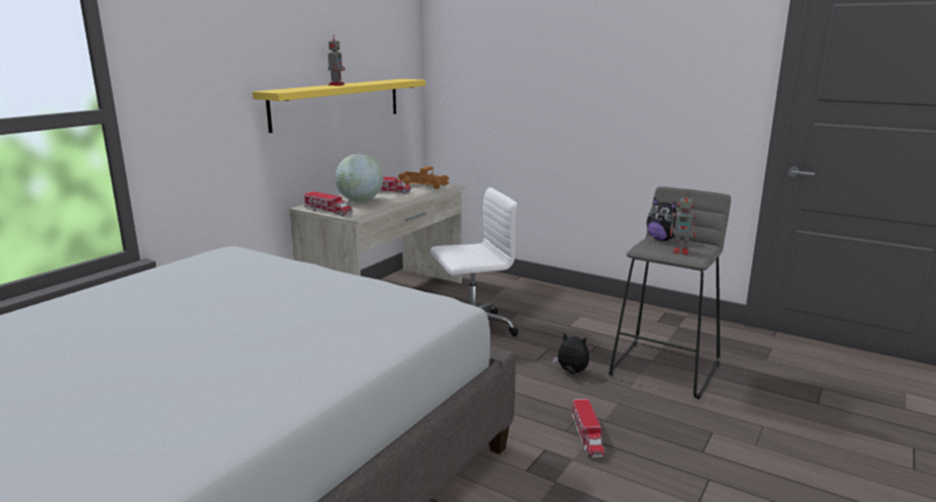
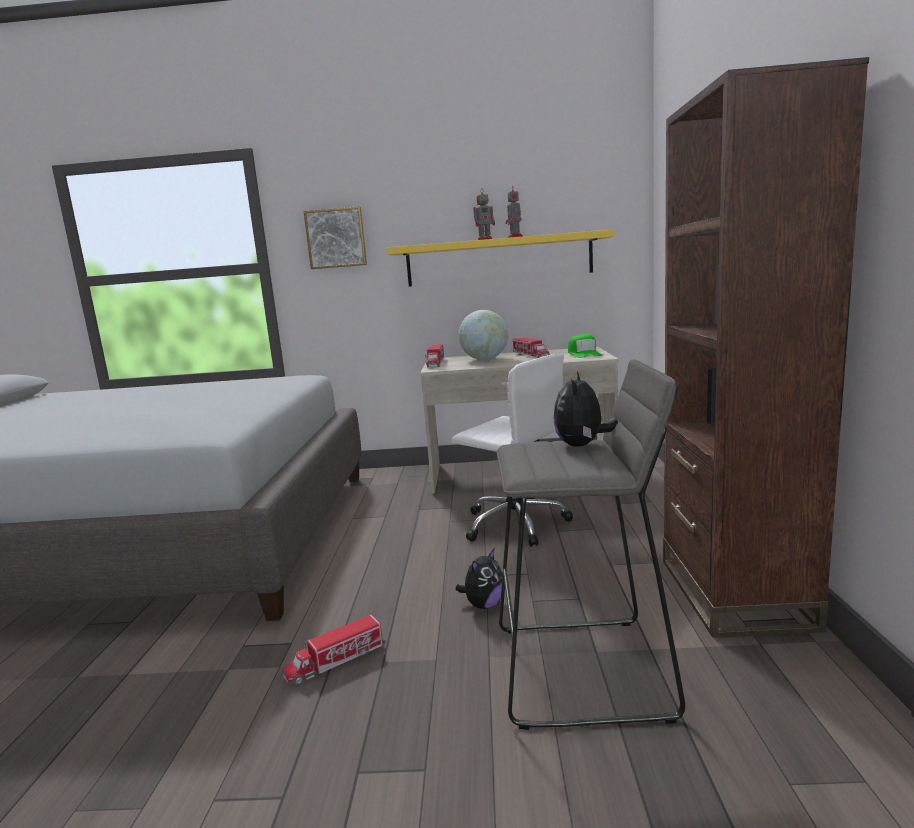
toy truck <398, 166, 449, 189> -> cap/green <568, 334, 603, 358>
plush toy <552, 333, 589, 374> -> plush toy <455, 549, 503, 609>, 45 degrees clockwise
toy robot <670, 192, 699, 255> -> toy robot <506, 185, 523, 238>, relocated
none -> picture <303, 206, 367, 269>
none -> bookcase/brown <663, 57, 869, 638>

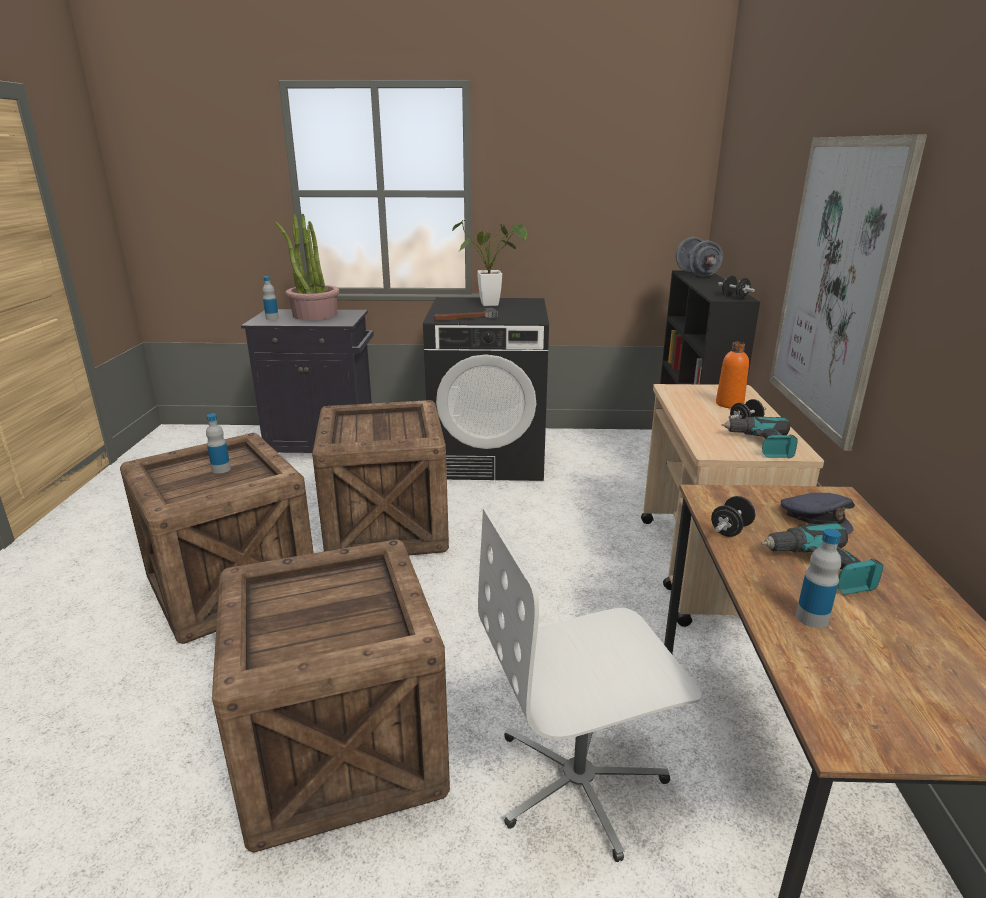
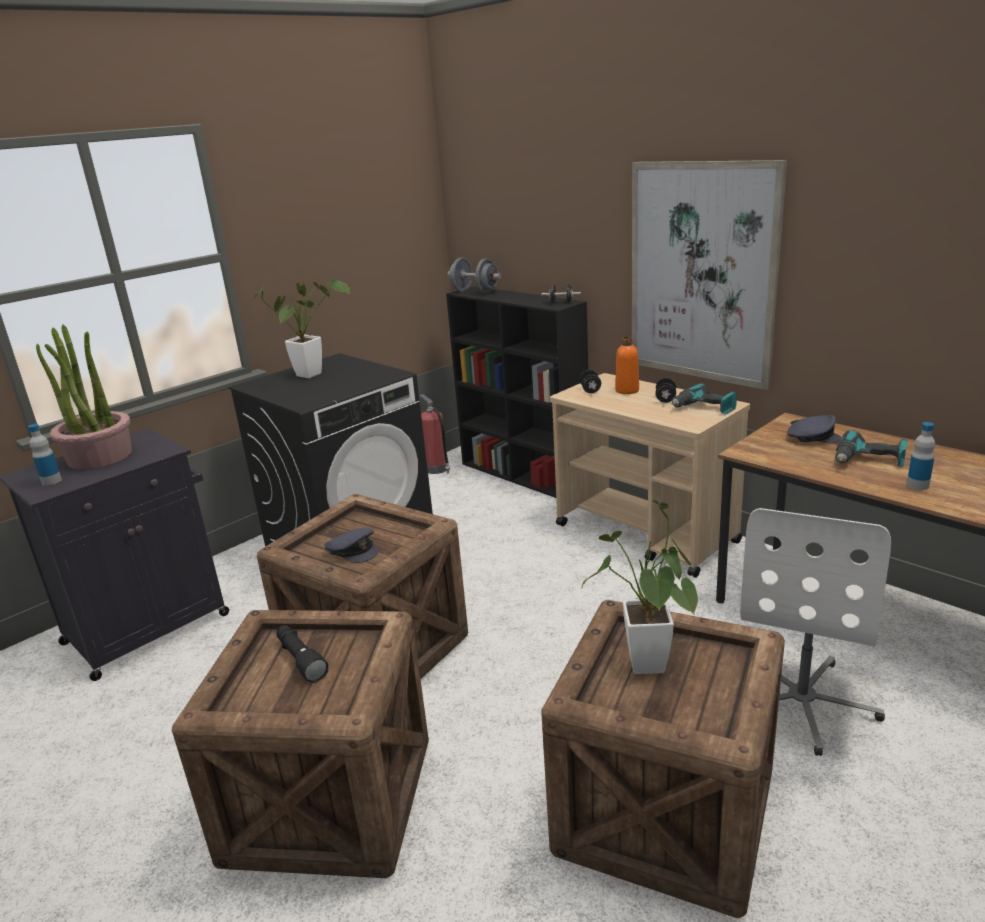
bottle <206, 414, 231, 474> -> flashlight/black <276, 625, 328, 683>
hammer <434, 308, 498, 321> -> none
dumbbell/black <711, 496, 756, 537> -> dumbbell/black <580, 370, 601, 393>, relocated
none -> cap/grey <324, 528, 378, 563>
none -> fire extinguisher <419, 394, 450, 474>
none -> potted plant <581, 500, 698, 674>

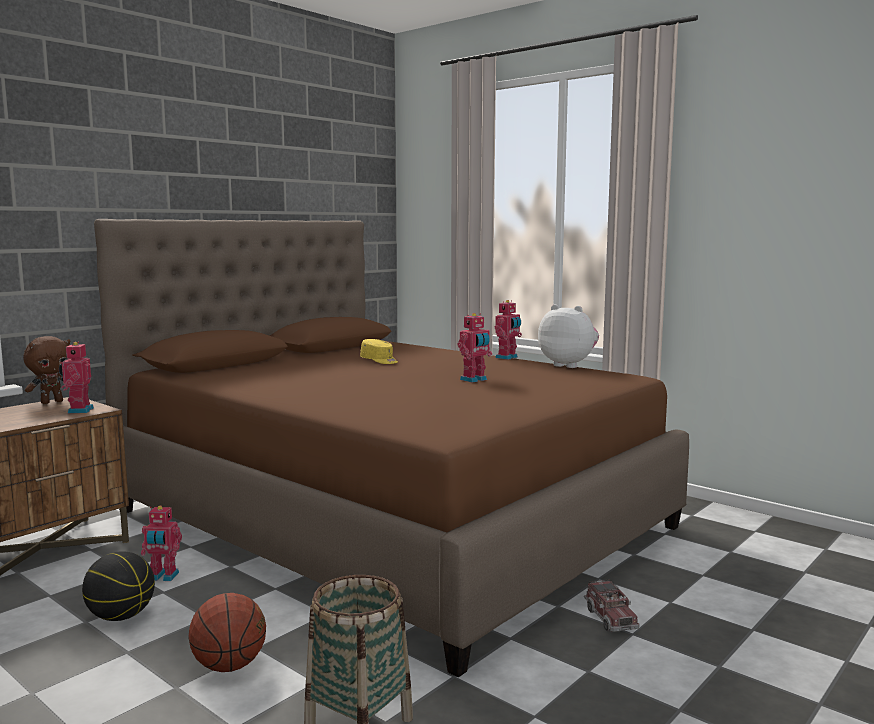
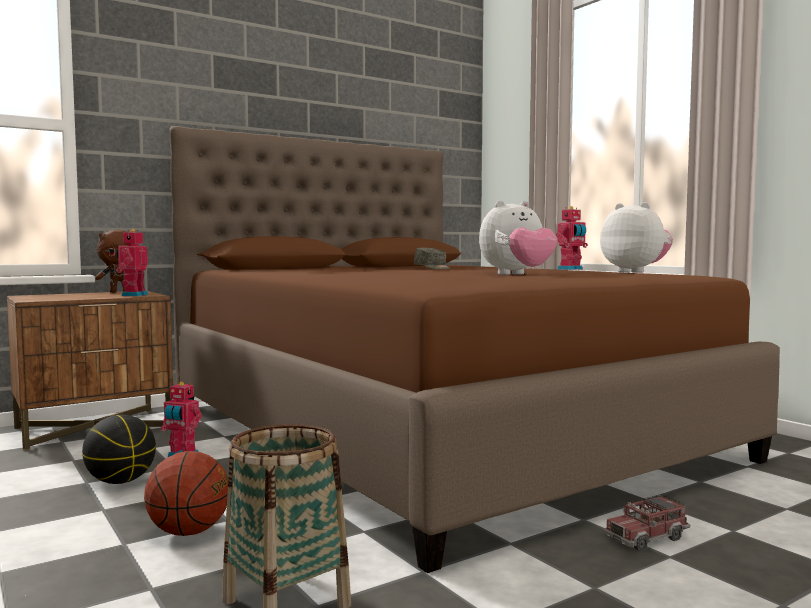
cap/yellow <360, 339, 398, 364> -> cap/grey <414, 248, 450, 270>
toy robot <458, 313, 492, 383> -> plush toy <479, 200, 557, 275>
toy truck <584, 579, 640, 632> -> toy truck <604, 494, 690, 551>, 60 degrees clockwise

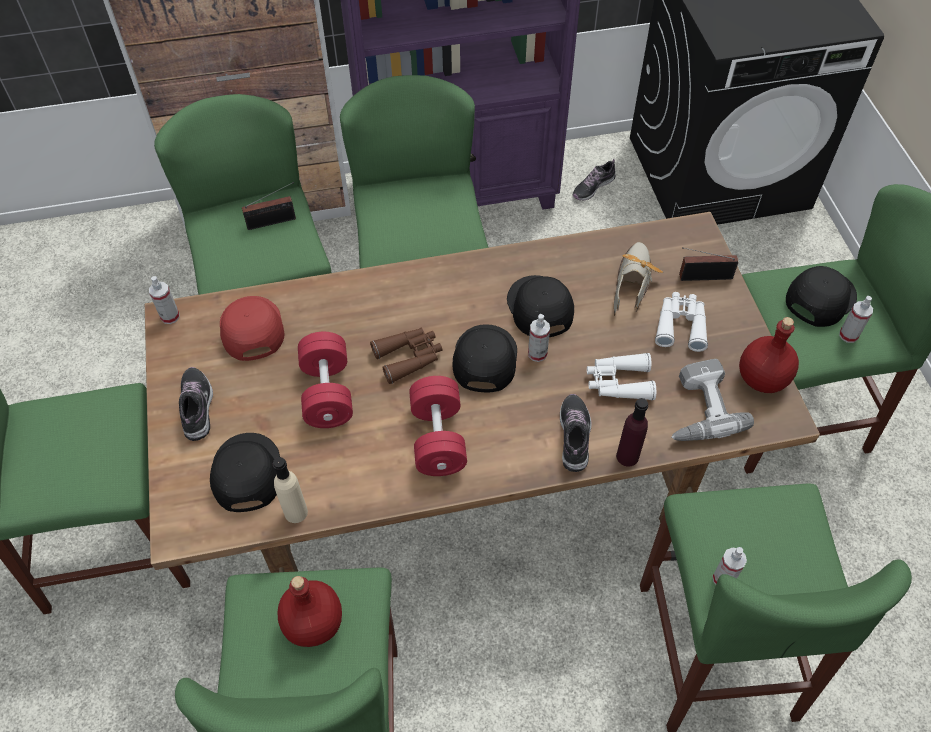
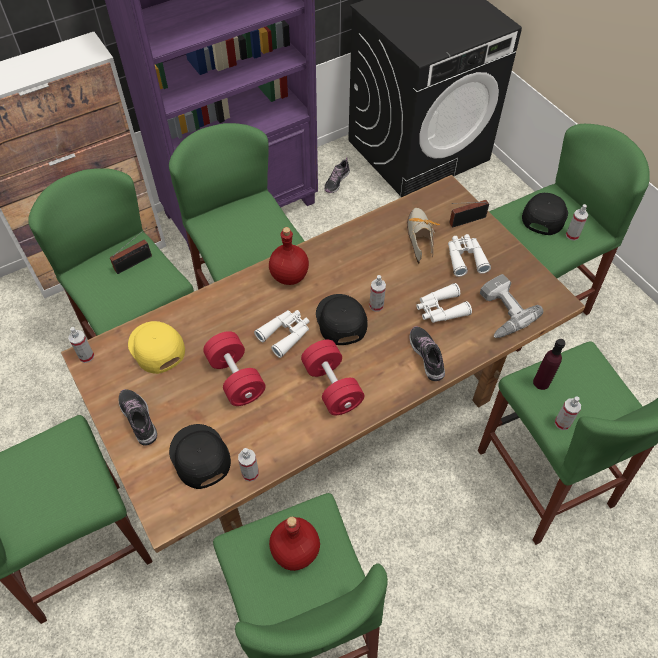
cap/red <220, 296, 284, 361> -> cap/yellow <128, 321, 185, 374>
bottle/beige <273, 457, 308, 523> -> spray bottle <238, 448, 259, 482>
binoculars/brown <370, 328, 443, 384> -> binoculars/white <254, 310, 310, 358>
cap/black <507, 275, 574, 337> -> none
bottle/purple <616, 398, 648, 467> -> bottle/purple <533, 339, 565, 390>, relocated
bottle/red <739, 317, 799, 393> -> bottle/red <269, 227, 309, 285>, relocated

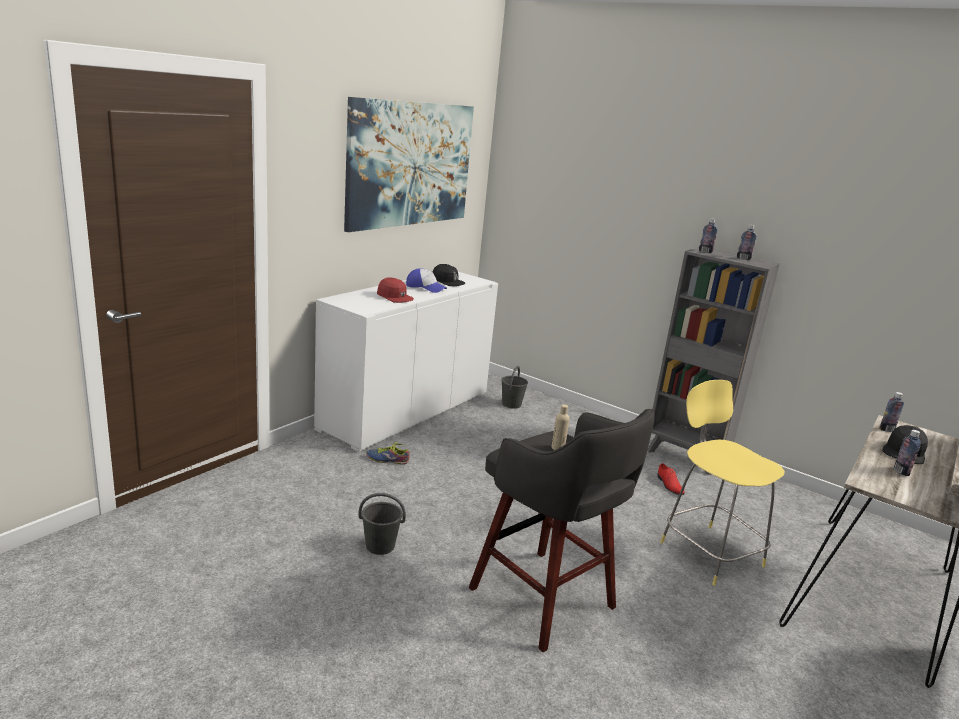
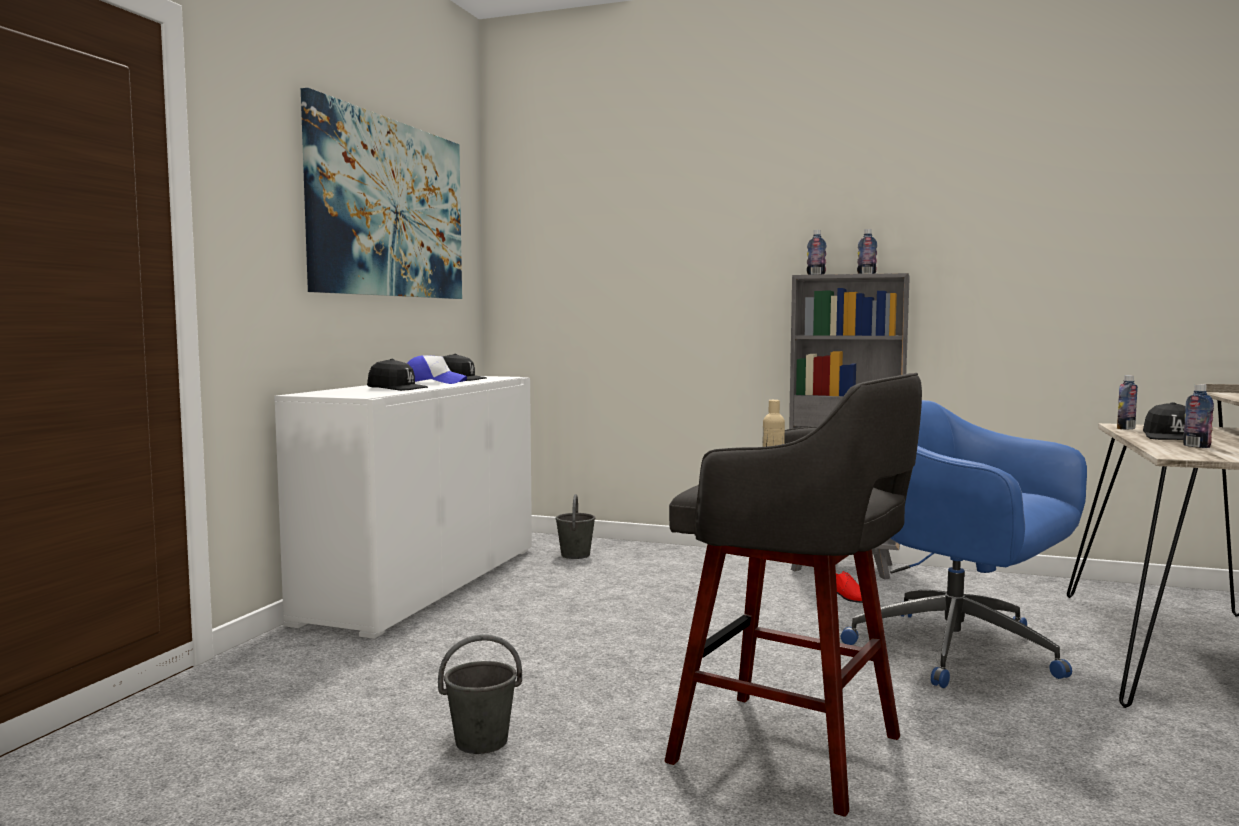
shoe <366, 442, 409, 464> -> none
cap/red <377, 277, 414, 303> -> cap/black <367, 359, 428, 391>
stool/yellow <660, 380, 785, 586> -> office chair/blue <841, 400, 1087, 688>

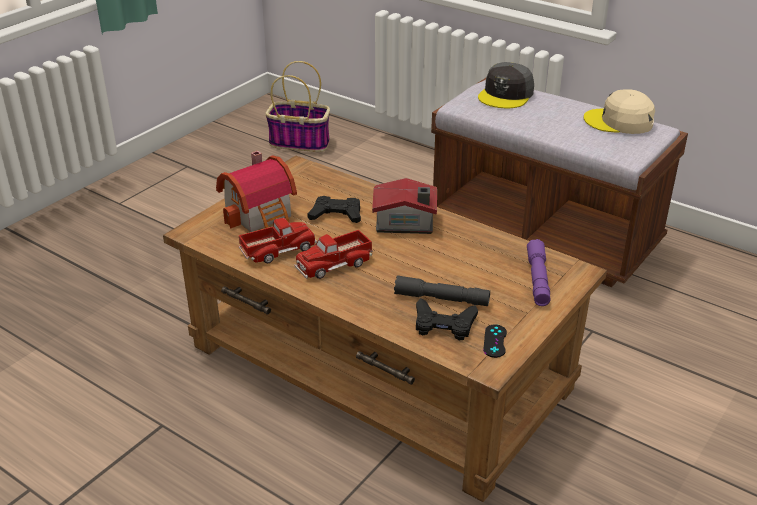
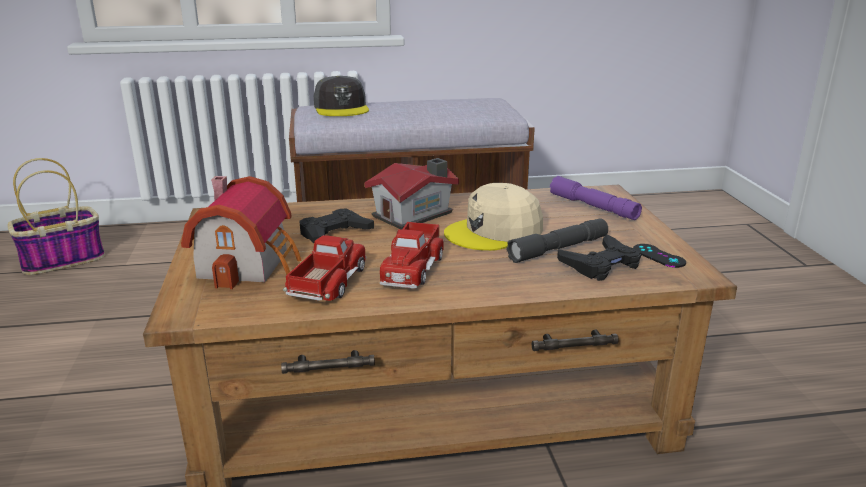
cap/beige <584, 89, 655, 134> -> cap/beige <444, 183, 543, 251>, relocated

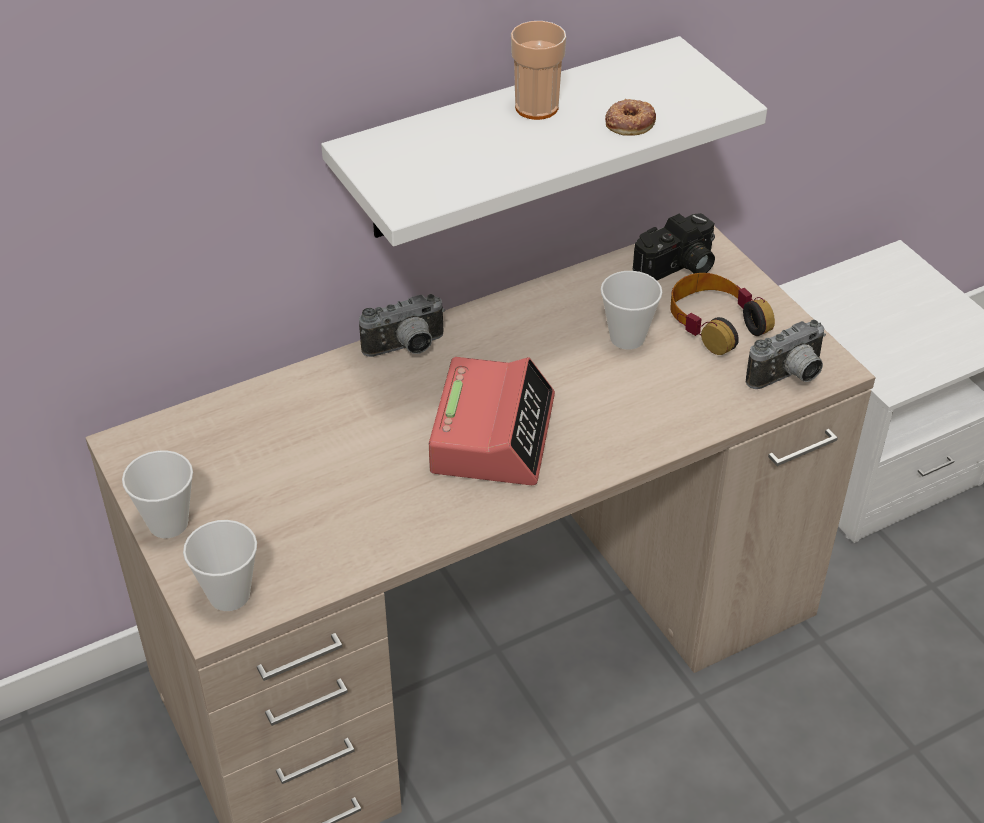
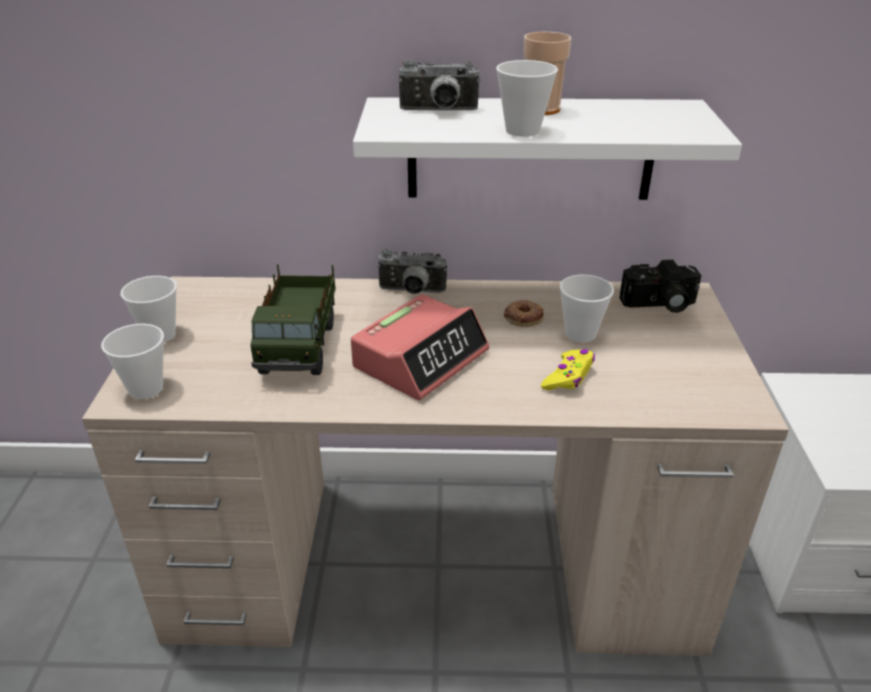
donut <605, 99, 656, 136> -> donut <504, 300, 544, 327>, relocated
headphones <670, 273, 775, 355> -> none
photo camera <746, 319, 826, 389> -> photo camera <398, 60, 480, 110>, relocated
none -> toy truck <250, 264, 336, 375>
none -> cup <496, 60, 558, 137>
none -> game controller/yellow <541, 349, 595, 390>

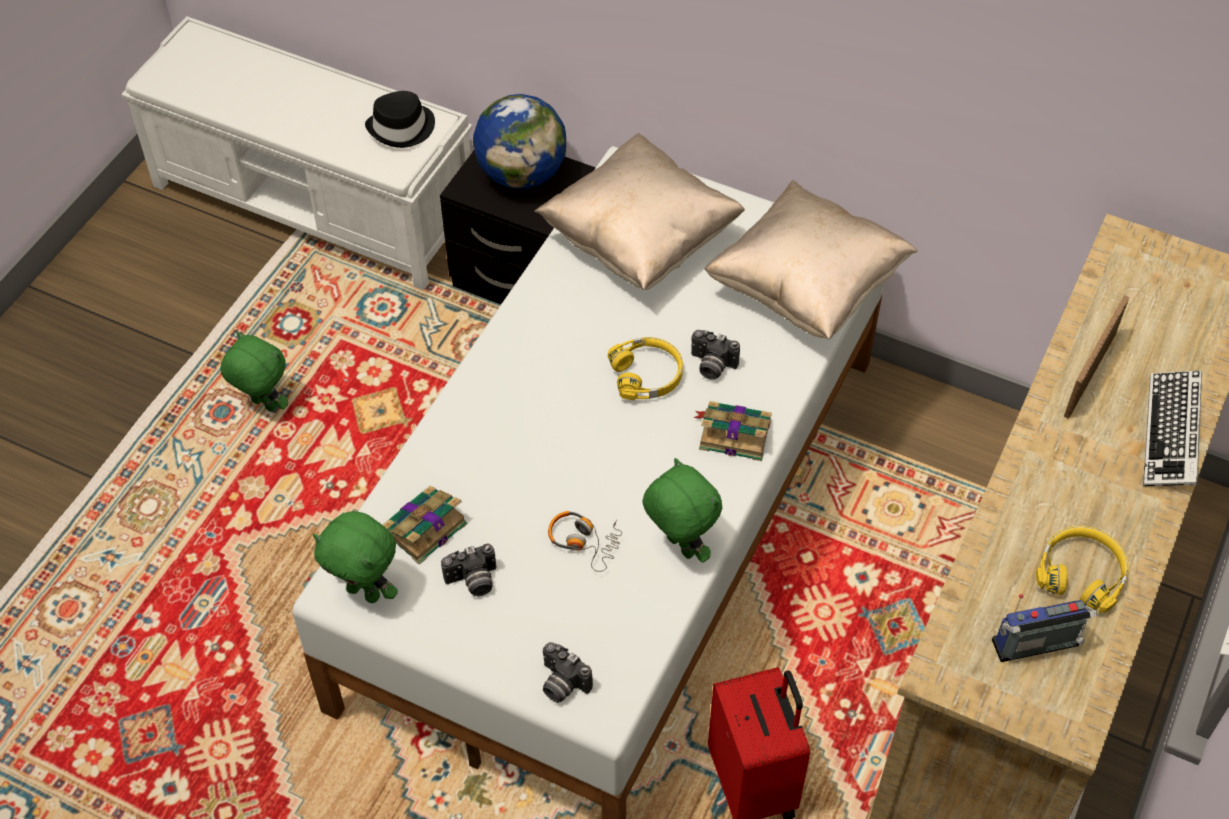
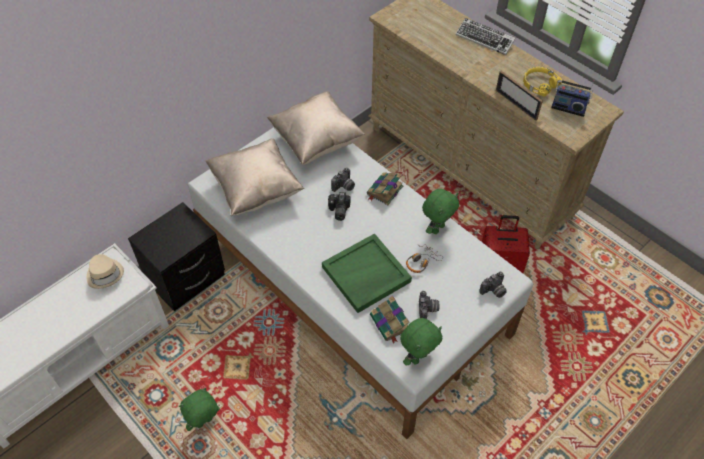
hat/black <365, 91, 435, 148> -> hat/beige <87, 254, 124, 289>
globe <473, 94, 566, 189> -> none
headphones/yellow <608, 337, 683, 400> -> photo camera <328, 192, 350, 221>
plush toy/green <642, 458, 722, 562> -> plush toy/green <422, 189, 459, 234>, 150 degrees clockwise
radio <992, 594, 1098, 662> -> radio <551, 80, 595, 117>, 75 degrees counterclockwise
picture frame <1064, 296, 1129, 419> -> picture frame <496, 71, 543, 121>, relocated
none -> tray/green <322, 233, 412, 313>

